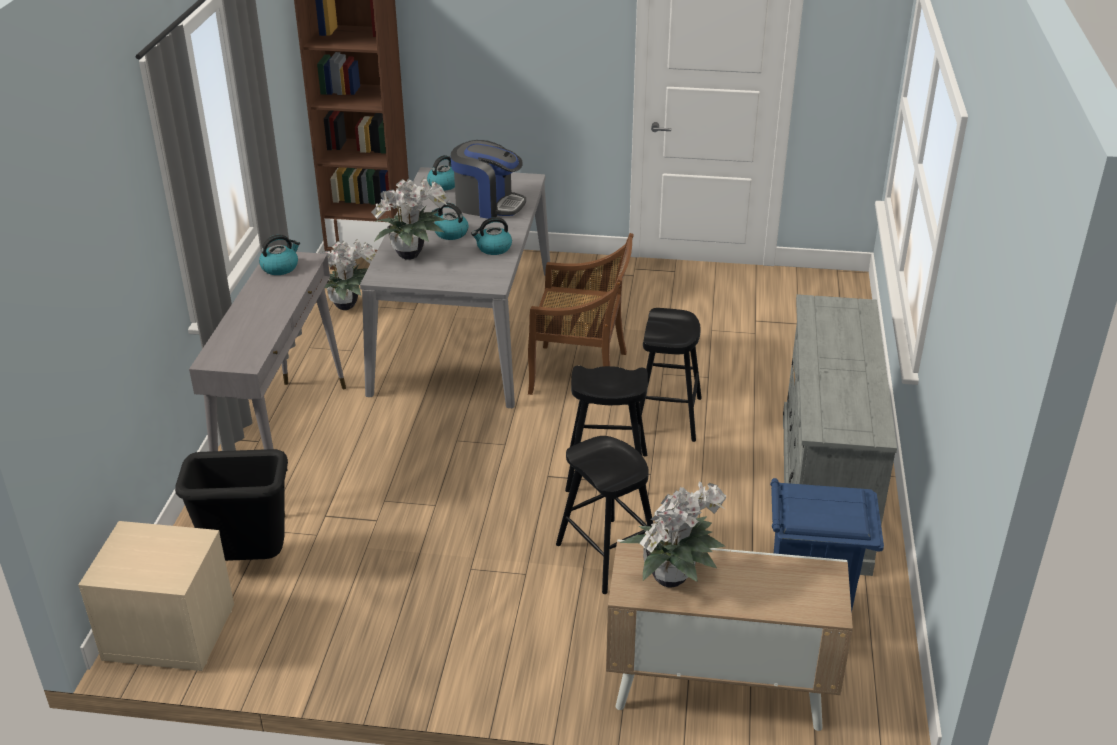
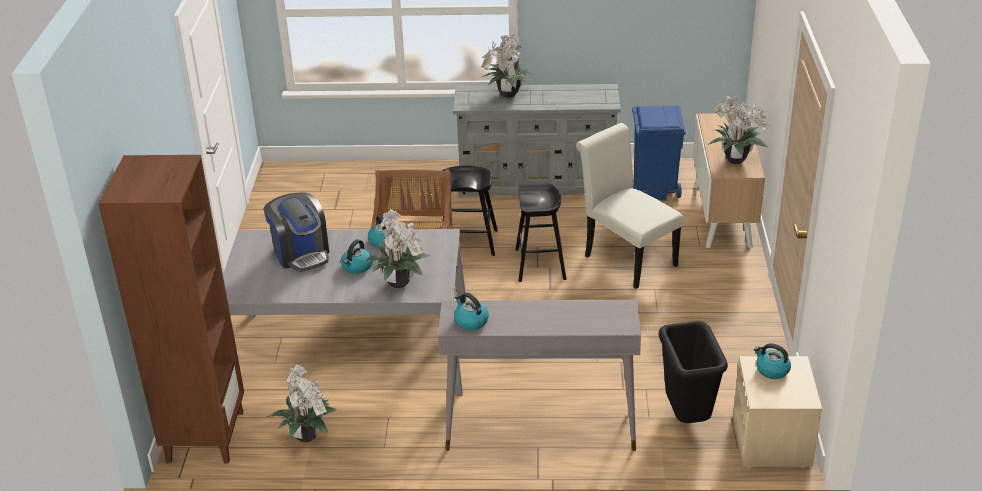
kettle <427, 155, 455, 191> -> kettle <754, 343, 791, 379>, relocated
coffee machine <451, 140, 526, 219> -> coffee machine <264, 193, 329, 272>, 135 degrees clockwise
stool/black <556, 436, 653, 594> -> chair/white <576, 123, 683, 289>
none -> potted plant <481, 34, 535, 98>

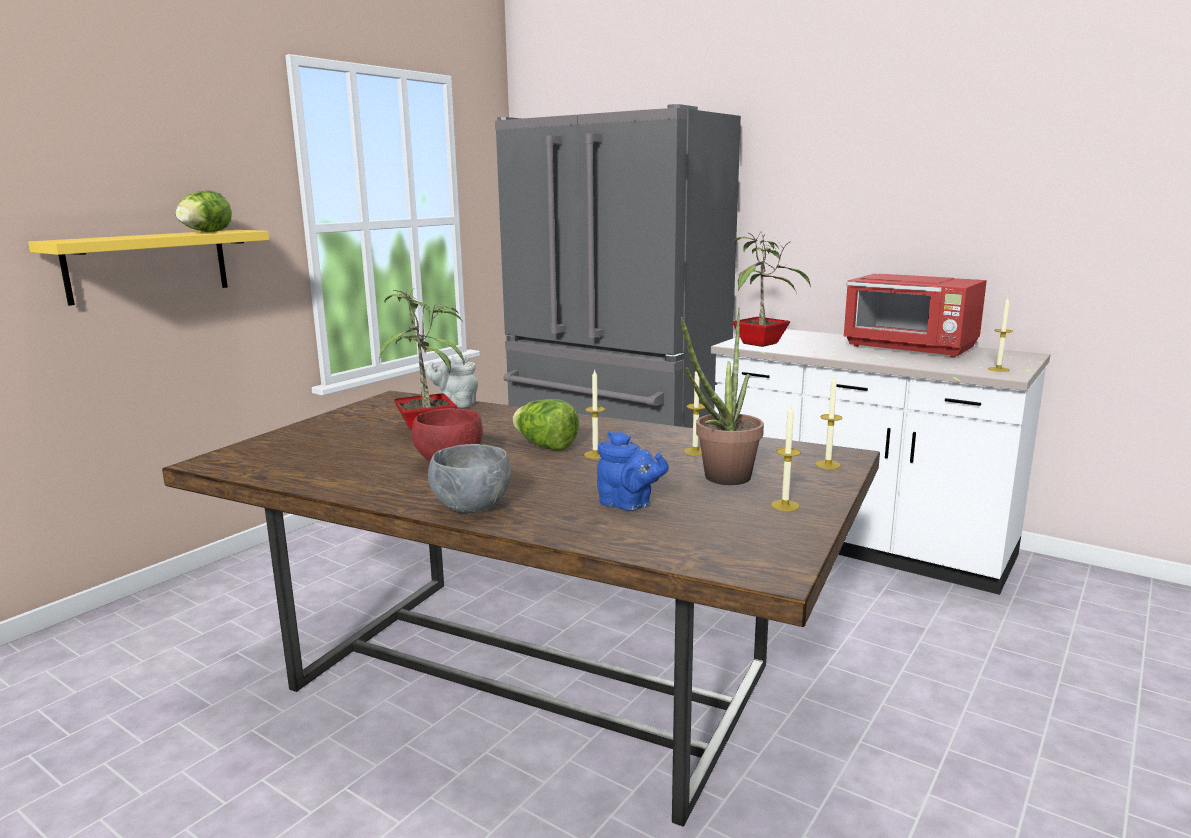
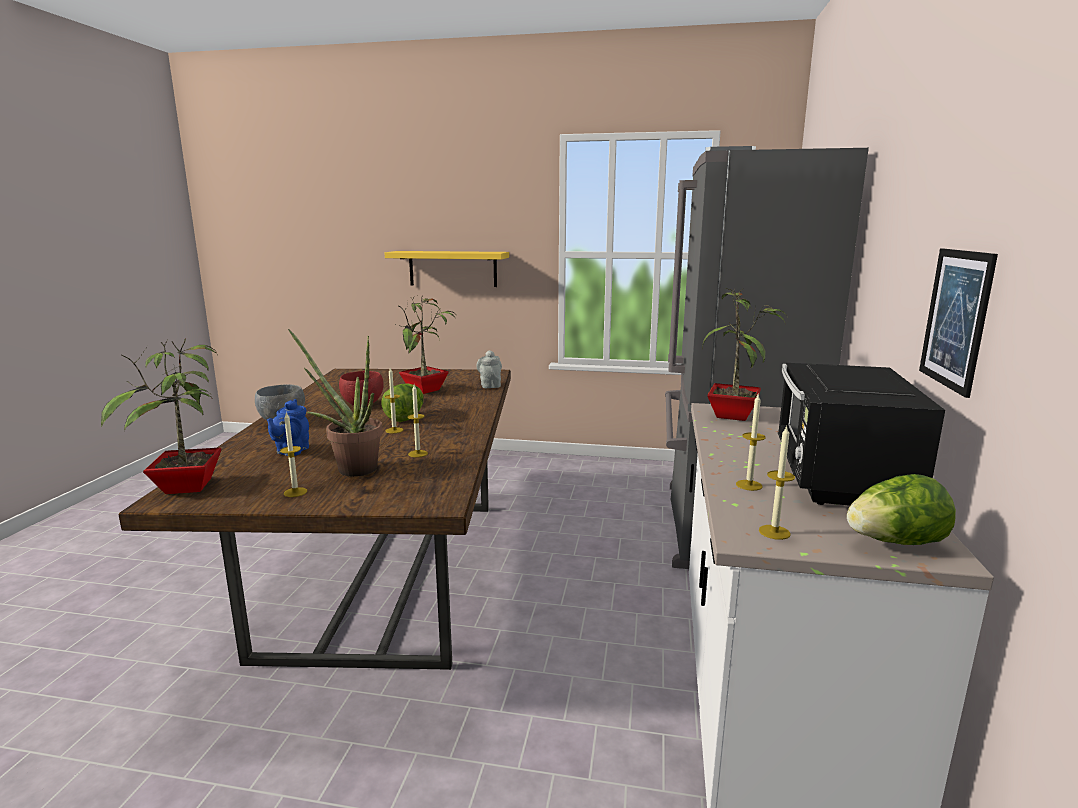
lettuce <175, 190, 232, 232> -> lettuce <847, 474, 956, 545>, relocated
candle <815, 375, 842, 469> -> candle <736, 394, 766, 491>, relocated
microwave/red <843, 274, 987, 358> -> microwave/black <778, 363, 945, 506>
none -> potted plant <101, 338, 222, 494>
none -> picture <919, 249, 998, 398>

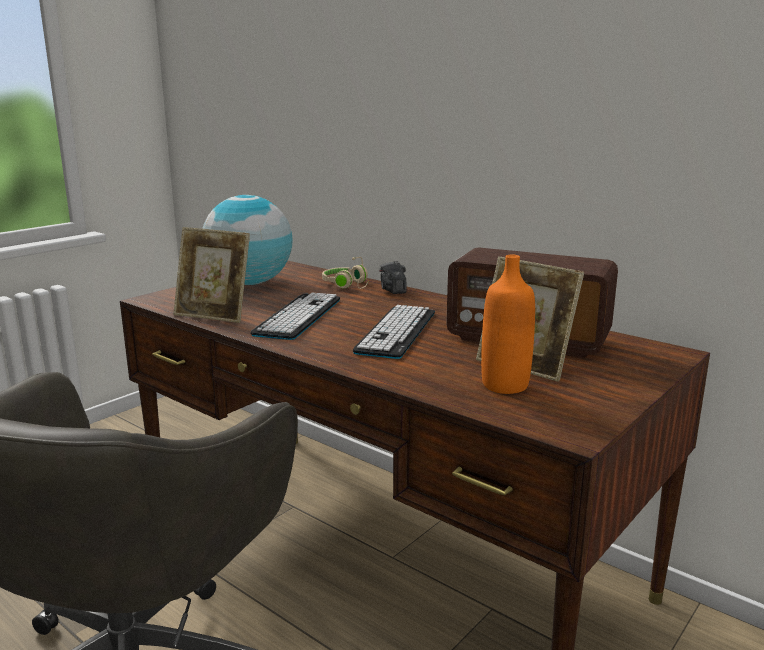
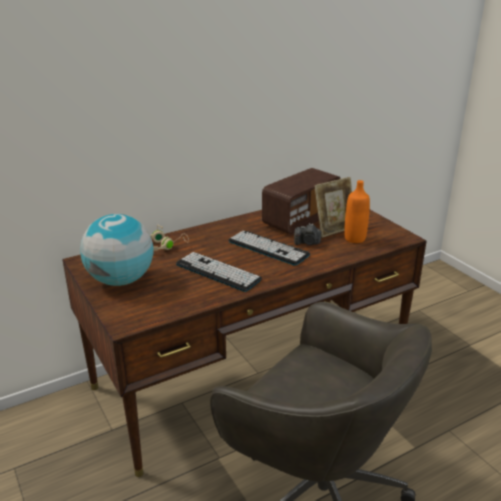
picture frame <173, 227, 250, 323> -> none
photo camera <379, 261, 407, 294> -> photo camera <294, 223, 321, 245>, relocated

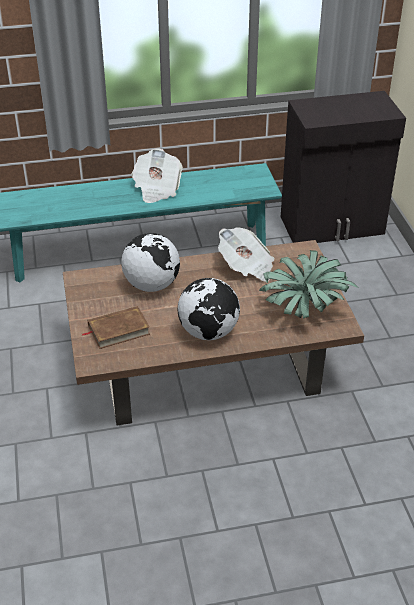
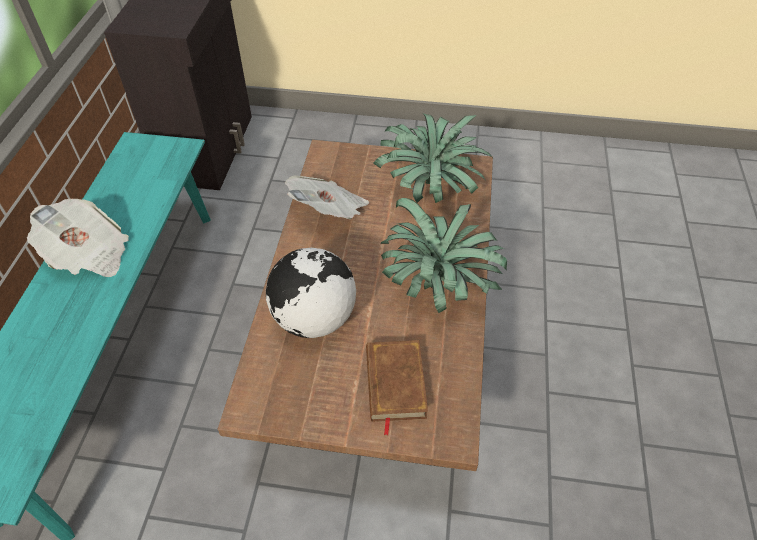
globe <178, 278, 240, 340> -> potted plant <381, 198, 507, 313>

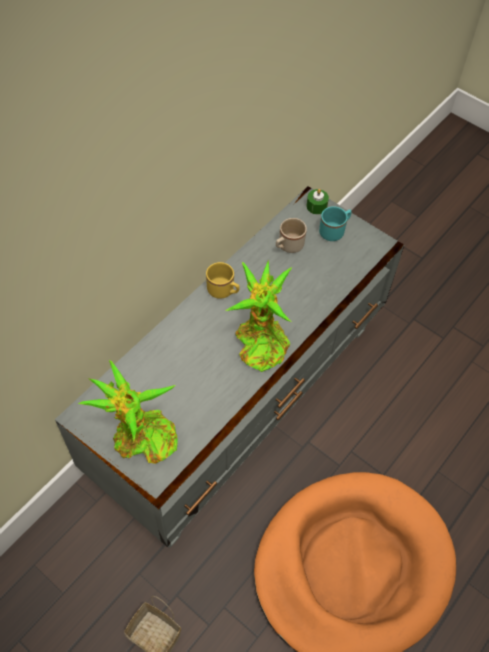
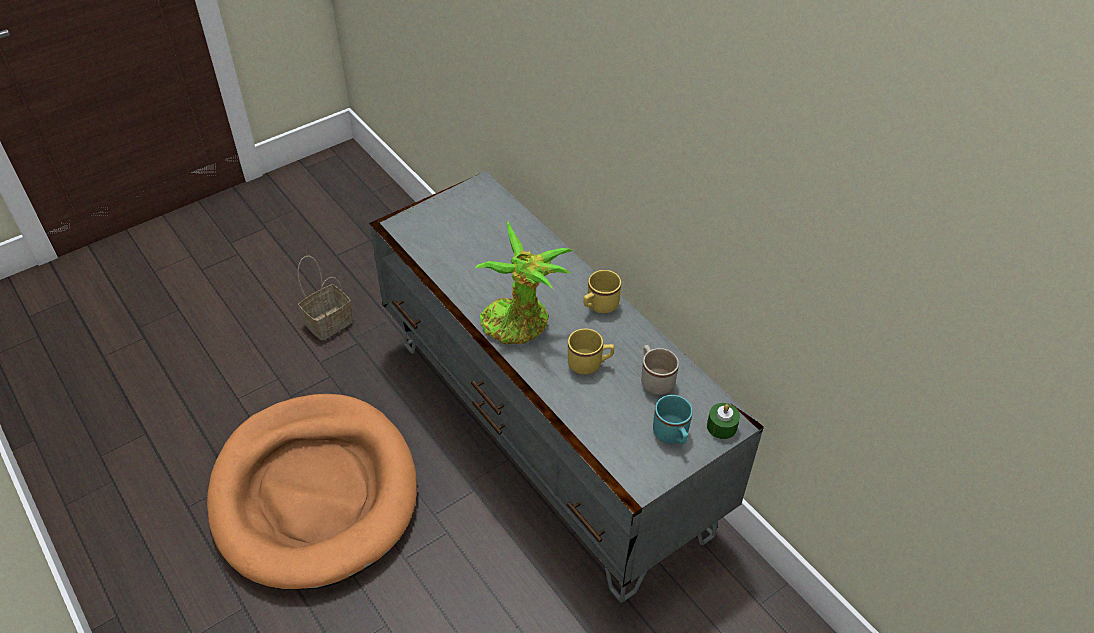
potted plant <78, 360, 177, 464> -> none
none -> mug/yellow <568, 329, 614, 374>

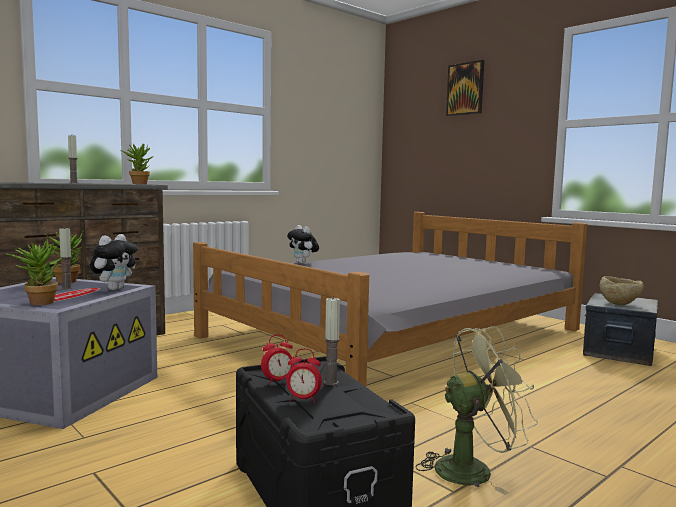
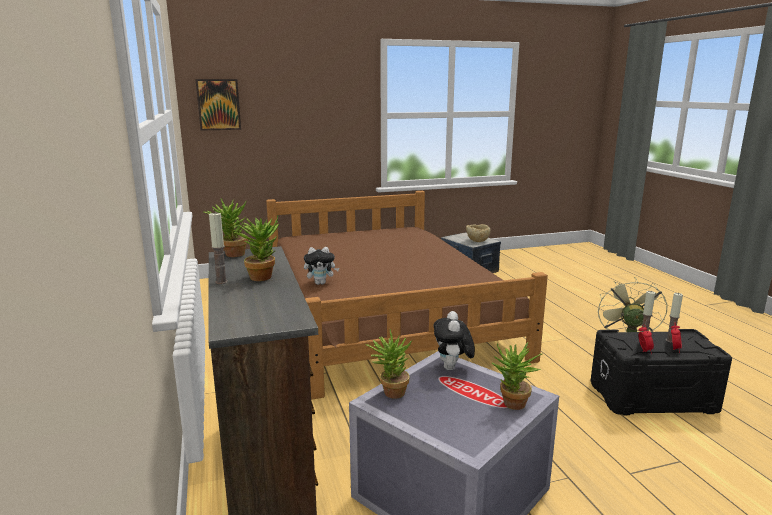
candle <59, 227, 73, 289> -> candle <666, 293, 683, 343>, relocated
plush toy <90, 234, 138, 290> -> plush toy <434, 311, 475, 370>, 135 degrees counterclockwise
bed/grey <193, 212, 587, 387> -> bed/brown <266, 191, 548, 399>
picture <446, 60, 484, 116> -> picture <195, 79, 241, 131>, relocated
none -> potted plant <233, 216, 279, 281>

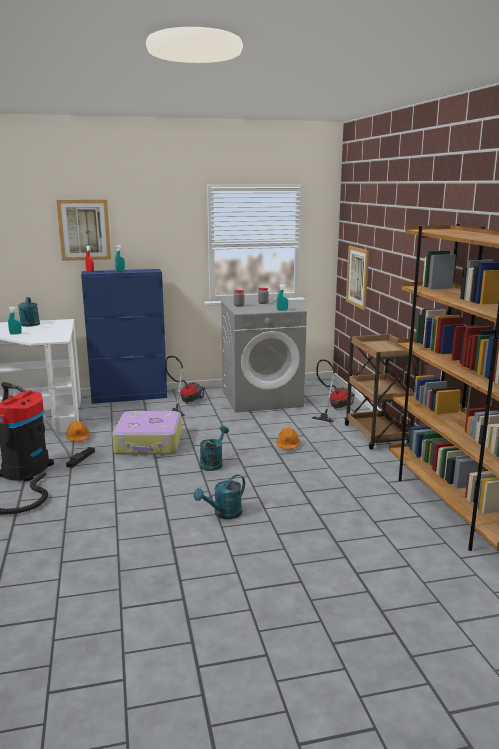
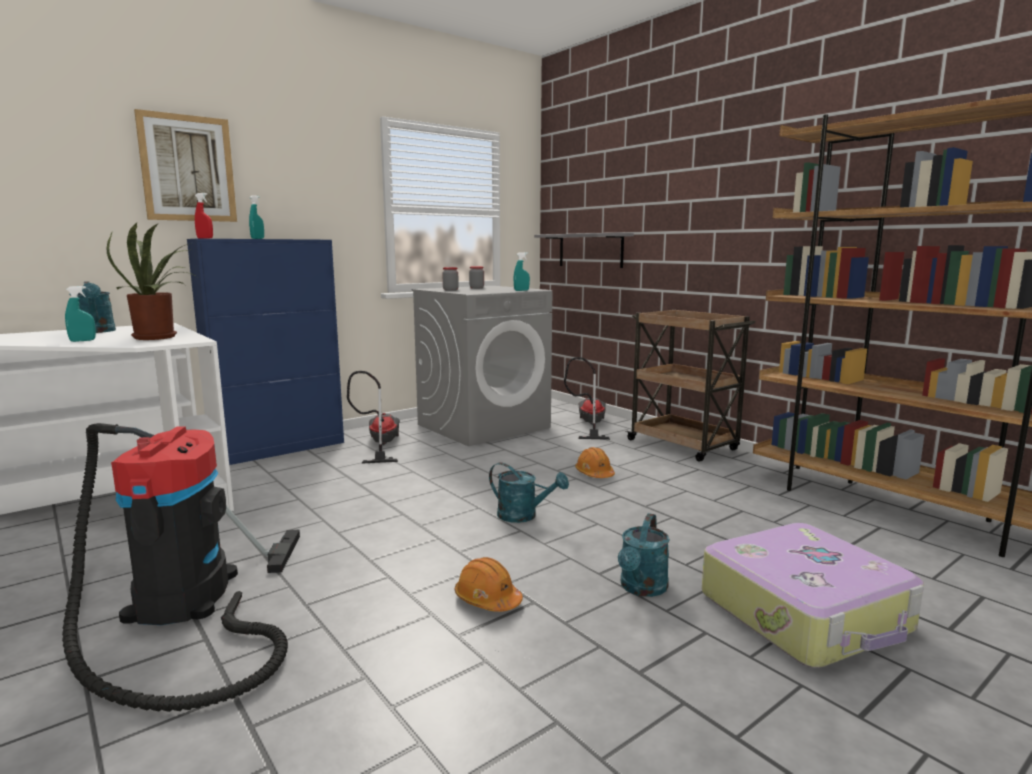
hard hat/orange <66, 421, 89, 441> -> hard hat/orange <455, 557, 523, 612>, relocated
suitcase <112, 411, 182, 455> -> suitcase <702, 523, 924, 668>, relocated
watering can/turquoise <200, 426, 229, 471> -> watering can/turquoise <489, 462, 569, 523>, 120 degrees clockwise
picture <346, 246, 369, 310> -> shelf/grey <534, 233, 634, 268>
none -> potted plant <106, 223, 194, 340>

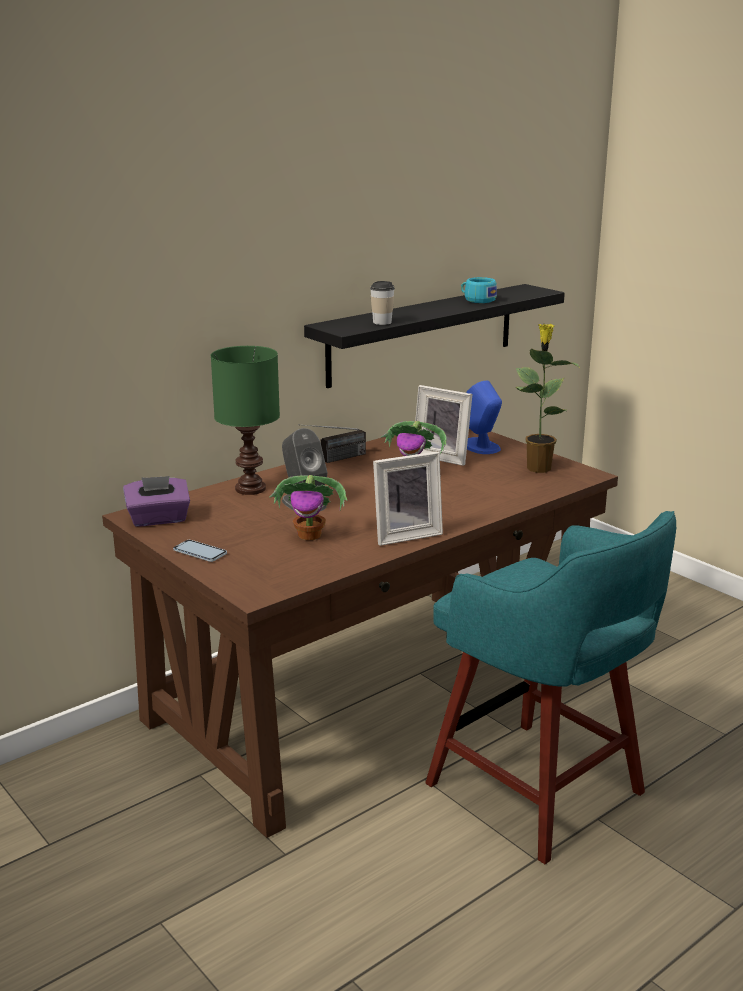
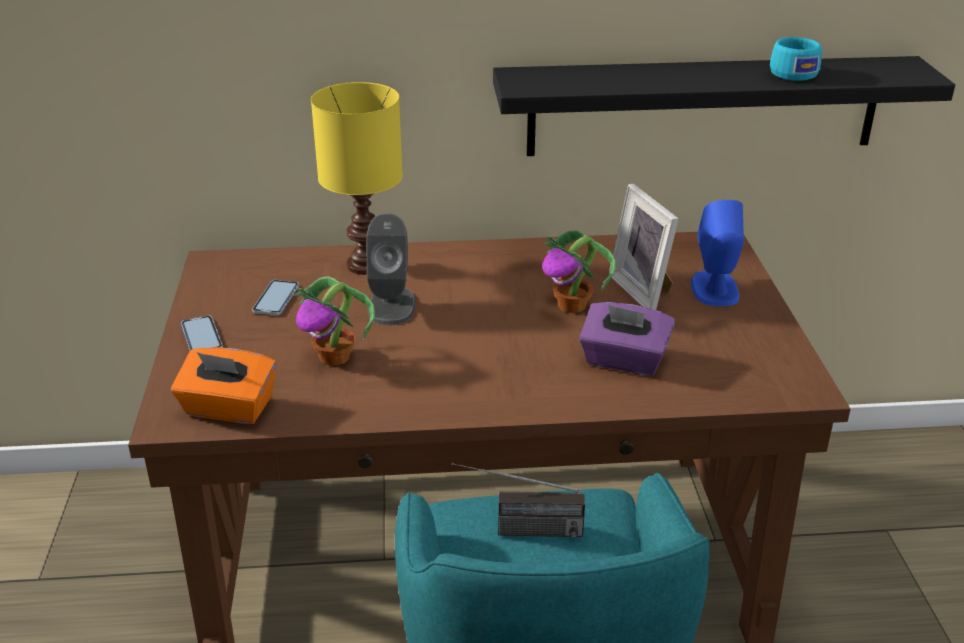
tissue box/purple <123, 476, 190, 527> -> tissue box/purple <579, 302, 675, 376>, relocated
table lamp/green <211, 346, 280, 495> -> table lamp/yellow <311, 82, 403, 275>
radio <298, 424, 366, 463> -> radio <452, 463, 585, 538>, relocated
cup <370, 281, 395, 325> -> none
picture frame <373, 451, 443, 546> -> none
potted plant <516, 324, 579, 473> -> none
none -> tissue box/orange <171, 347, 276, 424>
none -> phone <252, 280, 299, 315>

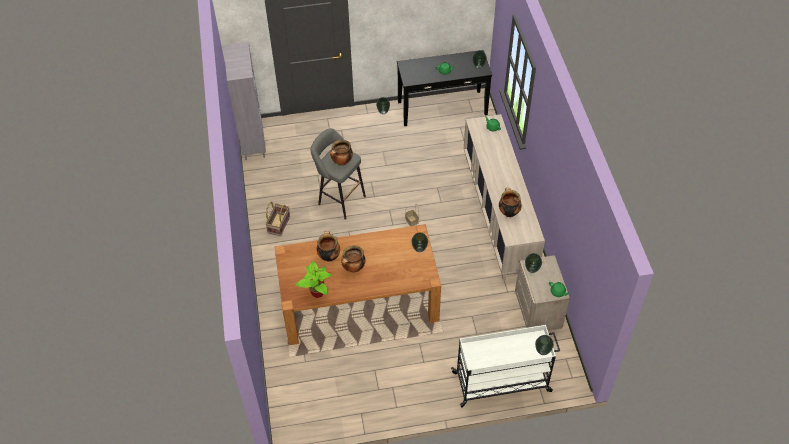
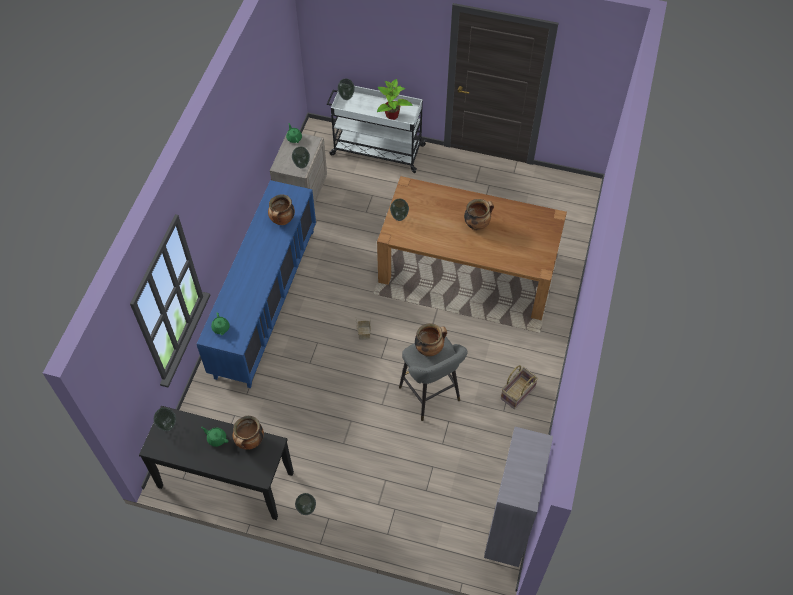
potted plant <295, 261, 332, 298> -> potted plant <377, 79, 413, 120>, relocated
cooking pot <317, 231, 340, 262> -> cooking pot <232, 416, 264, 450>, relocated
cabinet/beige <464, 114, 545, 281> -> cabinet/blue <197, 180, 316, 388>

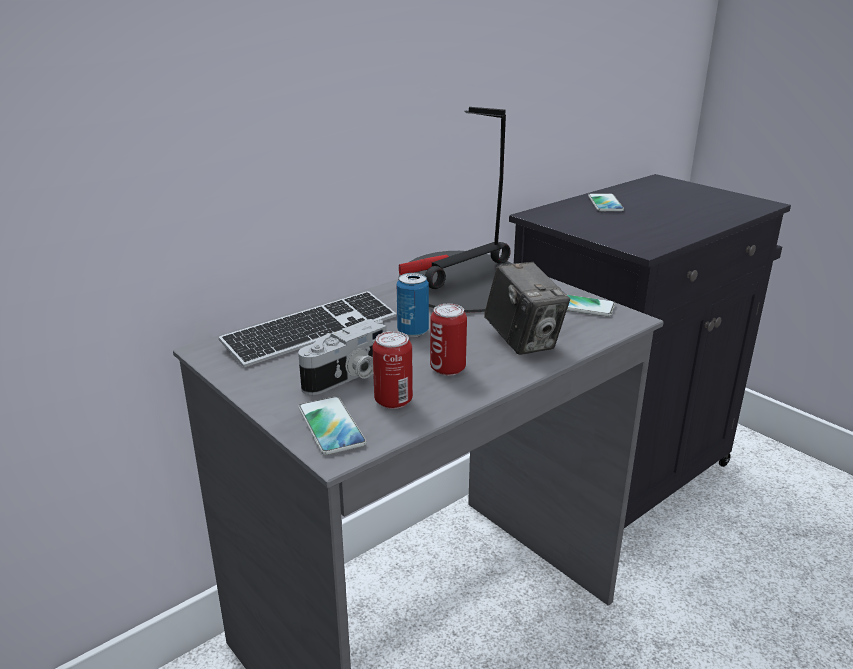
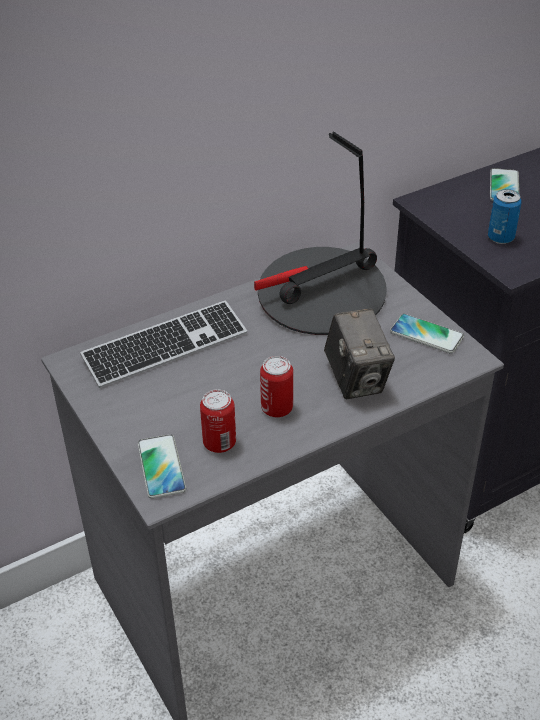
photo camera <298, 319, 387, 395> -> none
can <397, 273, 429, 337> -> can <488, 189, 522, 244>, relocated

